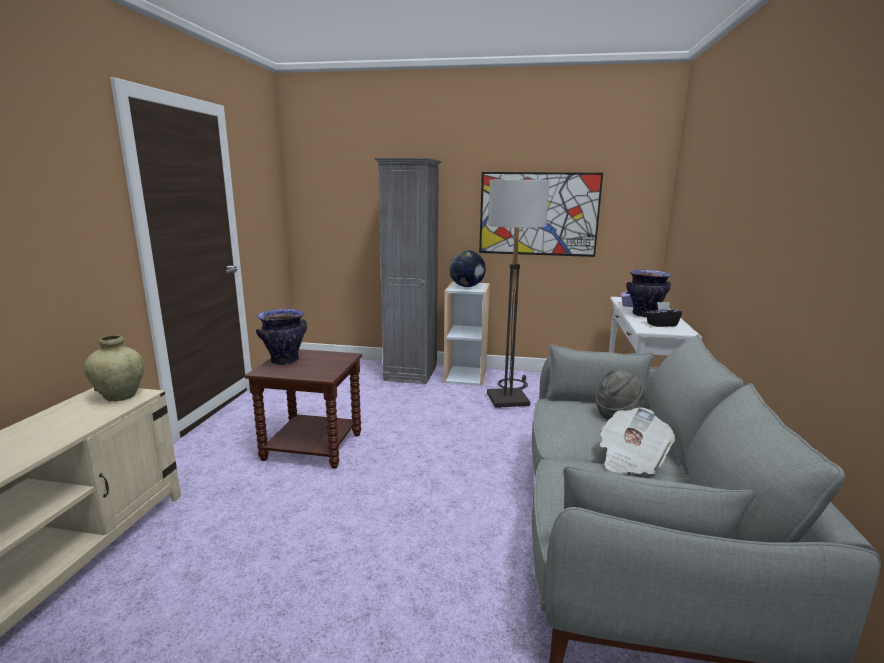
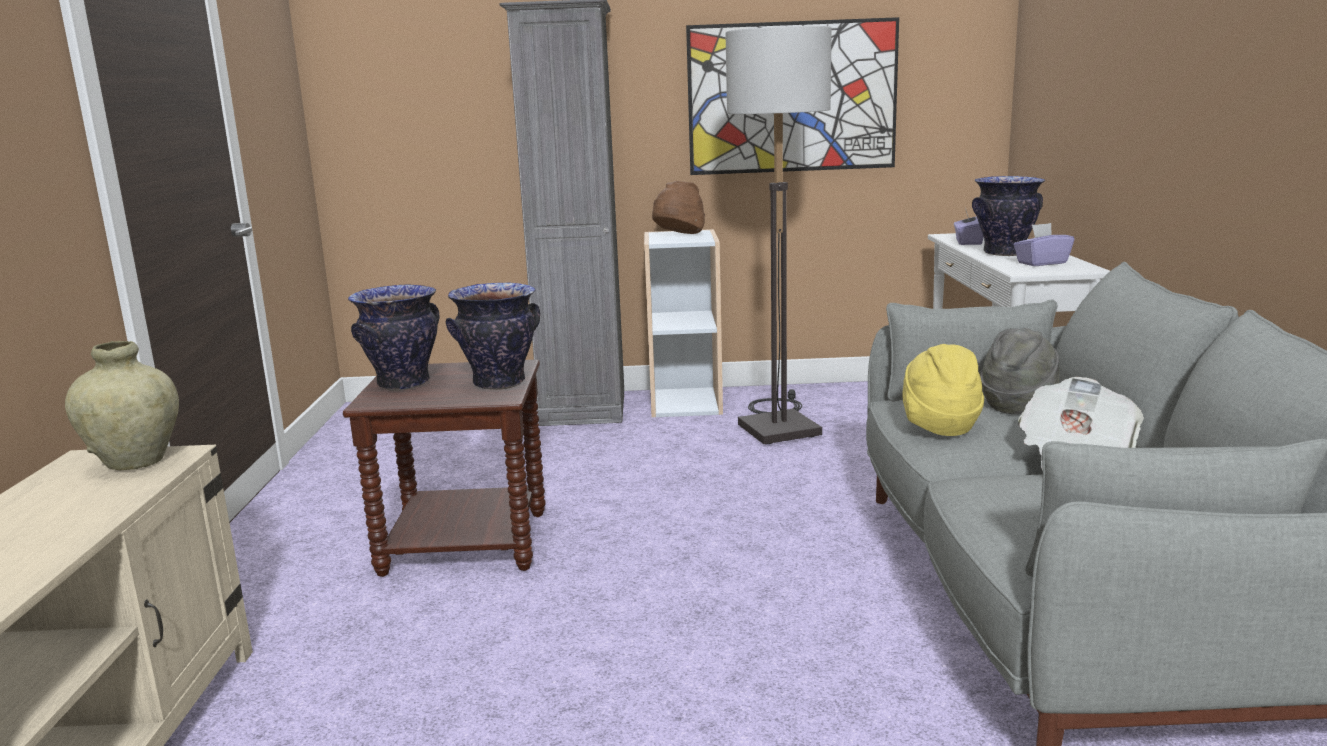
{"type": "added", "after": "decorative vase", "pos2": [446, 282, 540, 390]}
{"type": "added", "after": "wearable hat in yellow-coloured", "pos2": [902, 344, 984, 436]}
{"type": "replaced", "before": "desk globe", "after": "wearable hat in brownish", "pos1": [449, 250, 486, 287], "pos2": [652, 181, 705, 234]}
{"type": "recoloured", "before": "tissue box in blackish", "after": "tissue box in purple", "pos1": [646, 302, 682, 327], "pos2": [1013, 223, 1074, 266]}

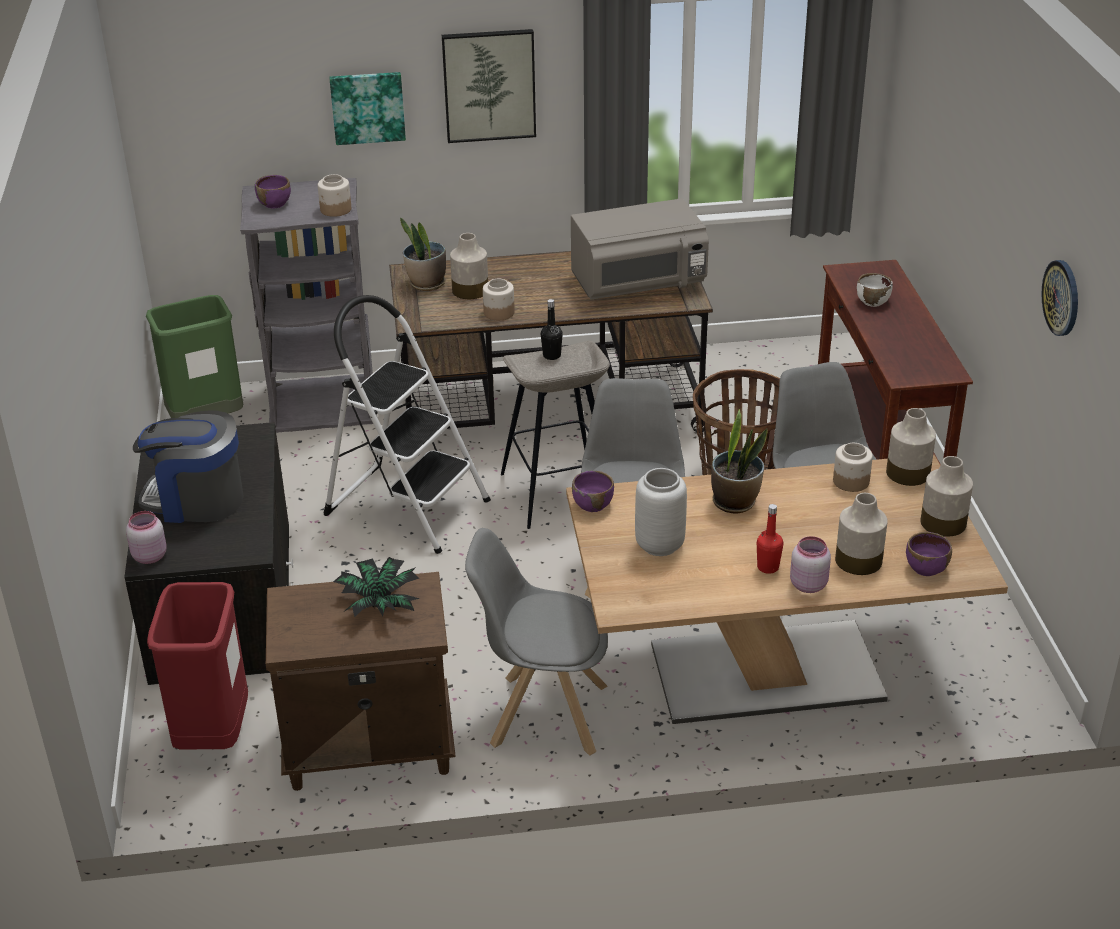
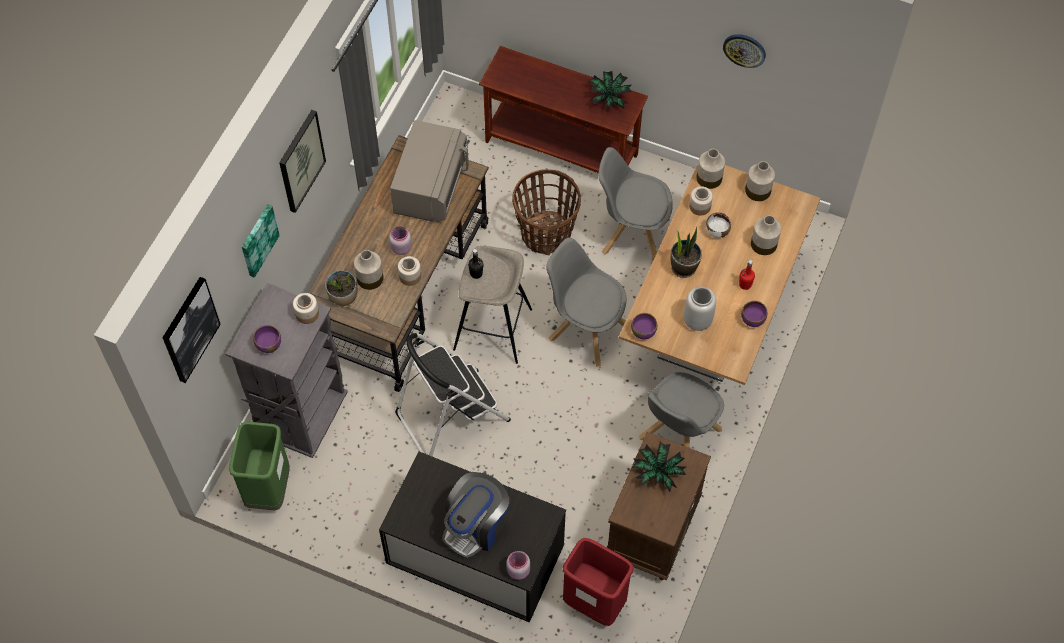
{"type": "added", "after": "wall picture", "pos2": [163, 277, 221, 383]}
{"type": "added", "after": "potted plant", "pos2": [588, 71, 631, 110]}
{"type": "moved", "before": "storage jar in pink-coloured", "pos1": [790, 536, 831, 593], "pos2": [389, 226, 412, 255]}
{"type": "moved", "before": "bowl in white", "pos1": [857, 273, 893, 307], "pos2": [706, 212, 731, 238]}
{"type": "moved", "before": "bowl in purple", "pos1": [906, 532, 952, 576], "pos2": [741, 301, 767, 327]}

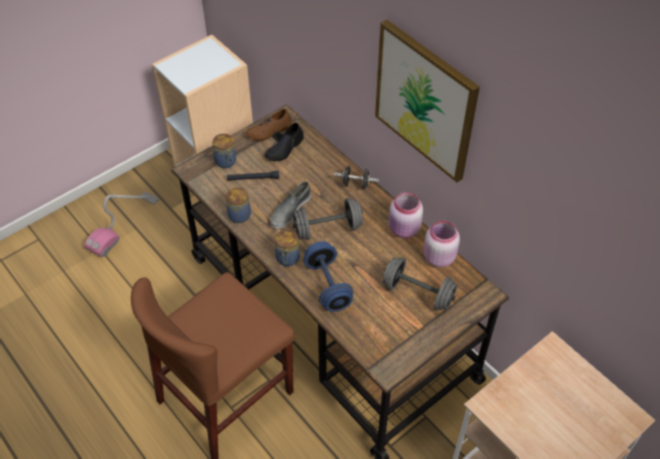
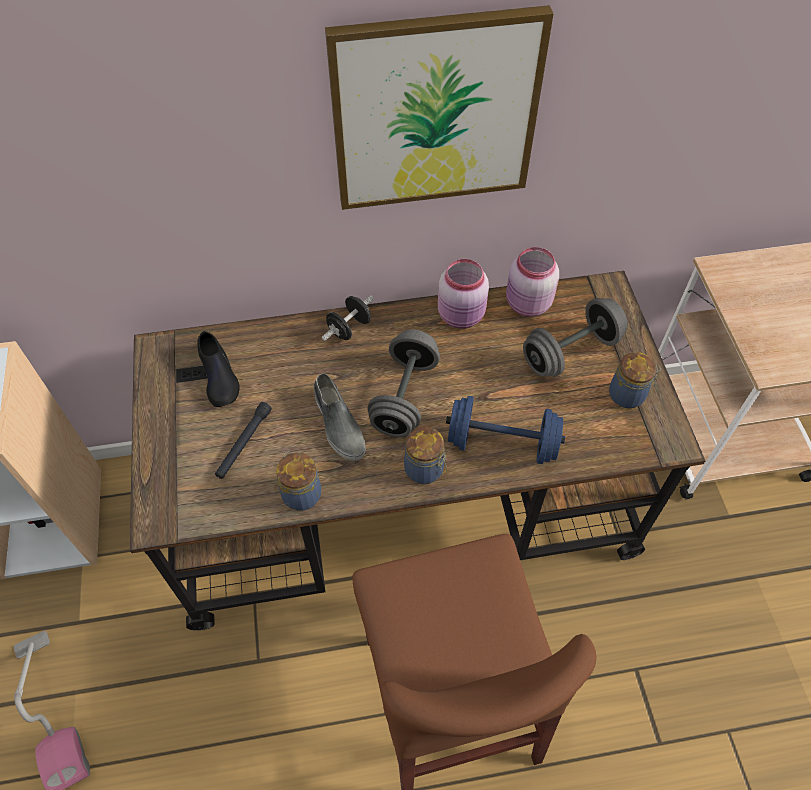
{"type": "removed", "before": "low shoe in brownish", "pos1": [245, 109, 292, 141]}
{"type": "moved", "before": "storage jar", "pos1": [212, 134, 236, 168], "pos2": [609, 352, 661, 408]}

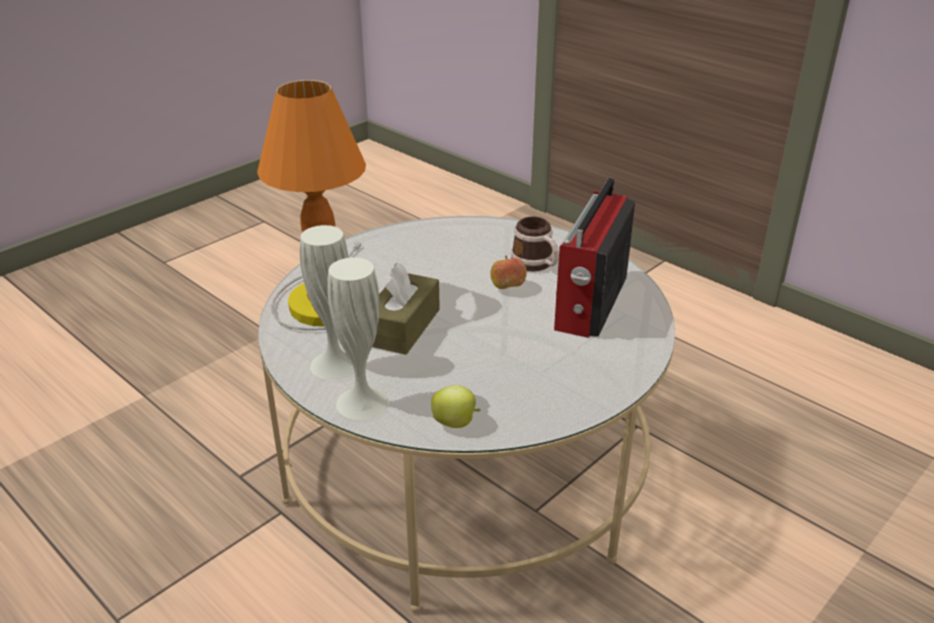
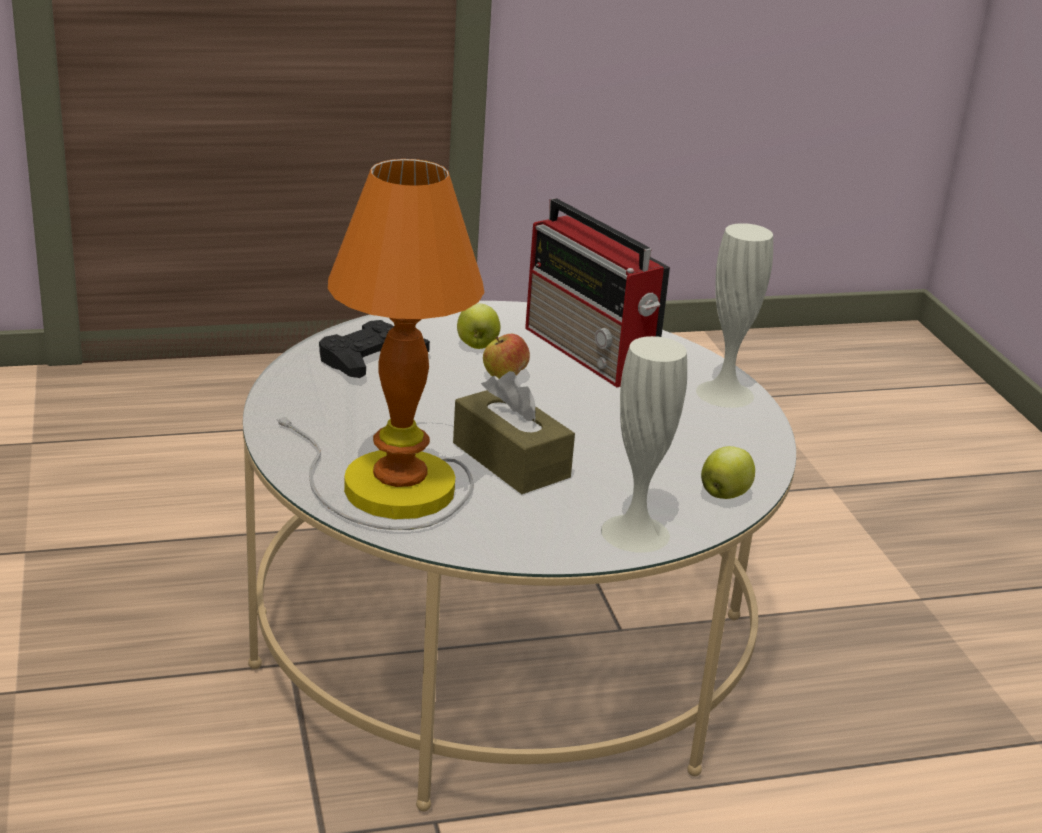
{"type": "added", "after": "gamepad in blackish", "pos2": [319, 320, 430, 378]}
{"type": "moved", "before": "decorative vase in white", "pos1": [300, 225, 354, 380], "pos2": [696, 223, 773, 408]}
{"type": "replaced", "before": "tea mug", "after": "apple fruit", "pos1": [510, 216, 559, 272], "pos2": [457, 303, 500, 349]}

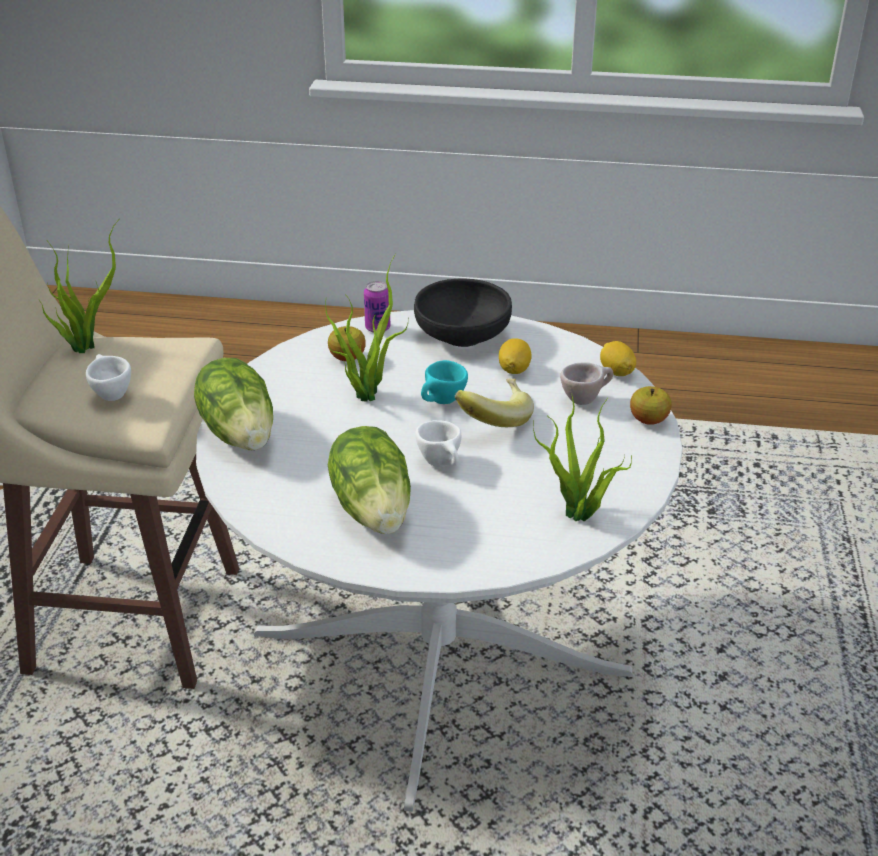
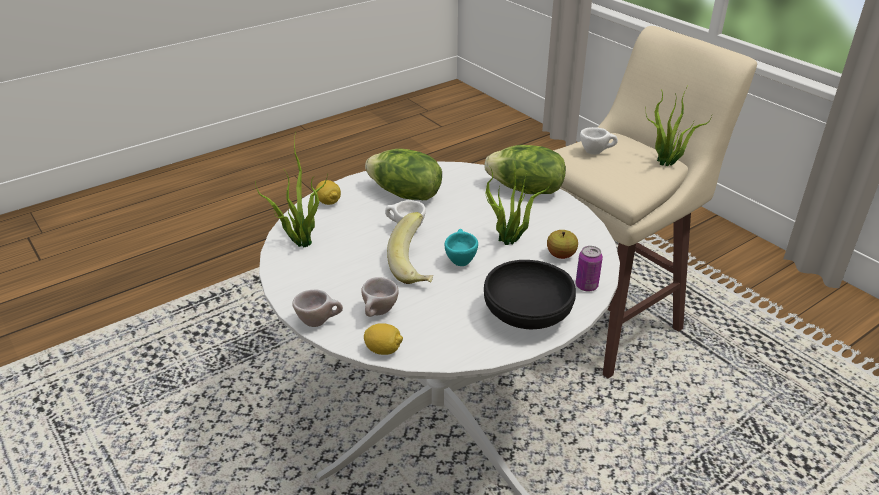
{"type": "moved", "before": "citrus fruit", "pos1": [499, 338, 532, 374], "pos2": [315, 180, 341, 205]}
{"type": "replaced", "before": "apple fruit", "after": "small cup in beige-coloured", "pos1": [630, 386, 672, 425], "pos2": [292, 289, 343, 327]}

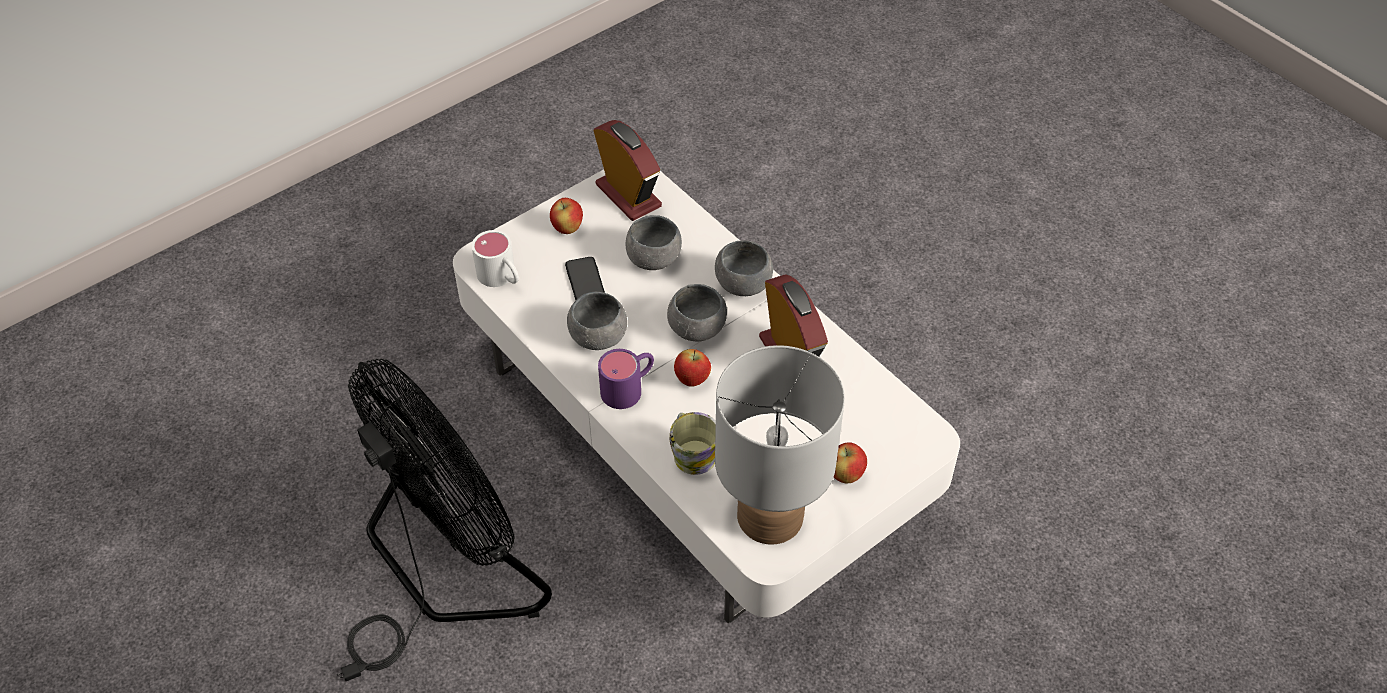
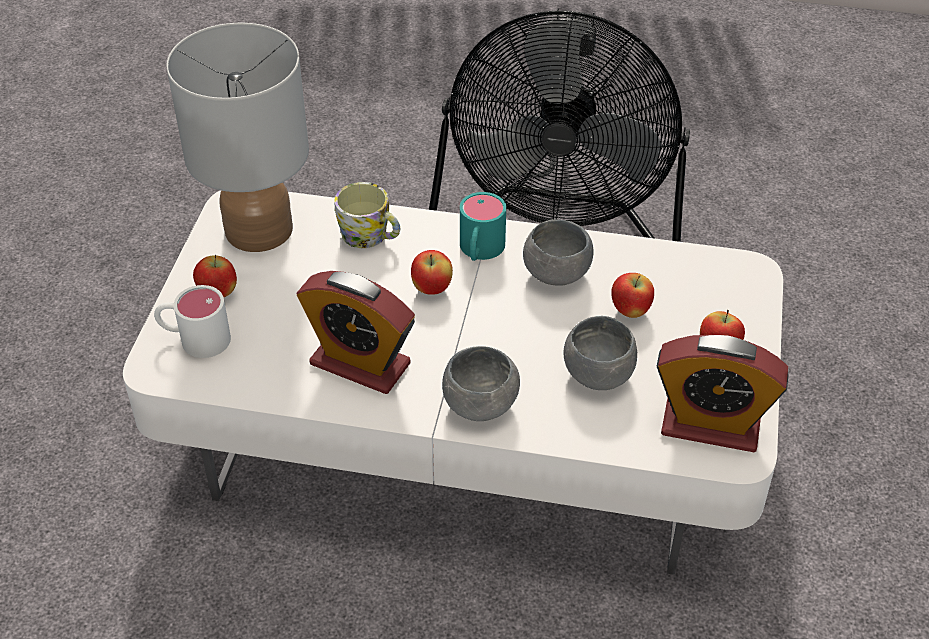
{"type": "removed", "before": "bowl in gray", "pos1": [667, 284, 727, 341]}
{"type": "moved", "before": "tea mug in white", "pos1": [472, 230, 519, 287], "pos2": [154, 285, 231, 358]}
{"type": "replaced", "before": "telephone", "after": "apple fruit", "pos1": [565, 257, 605, 300], "pos2": [611, 273, 654, 318]}
{"type": "recoloured", "before": "tea mug in purple", "after": "tea mug in turquoise", "pos1": [598, 349, 654, 409], "pos2": [460, 192, 506, 261]}

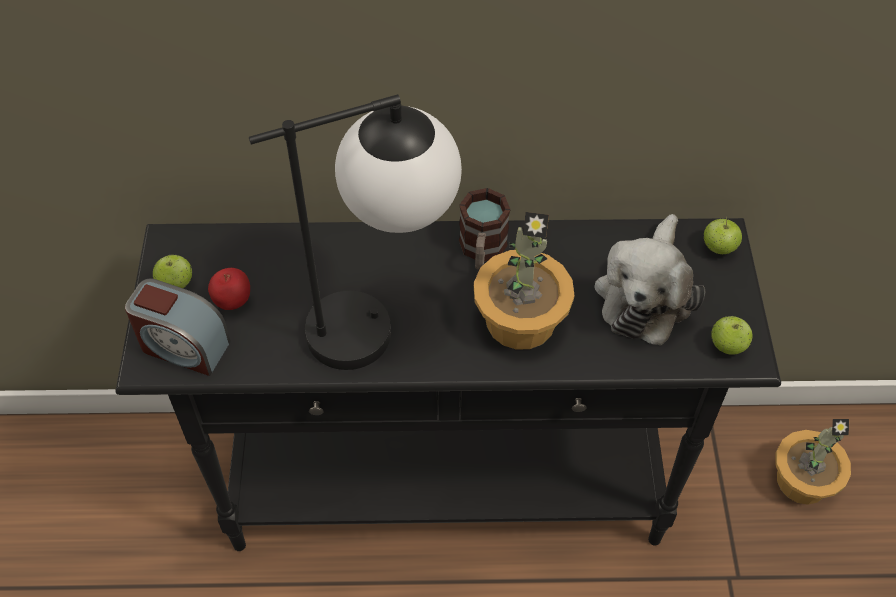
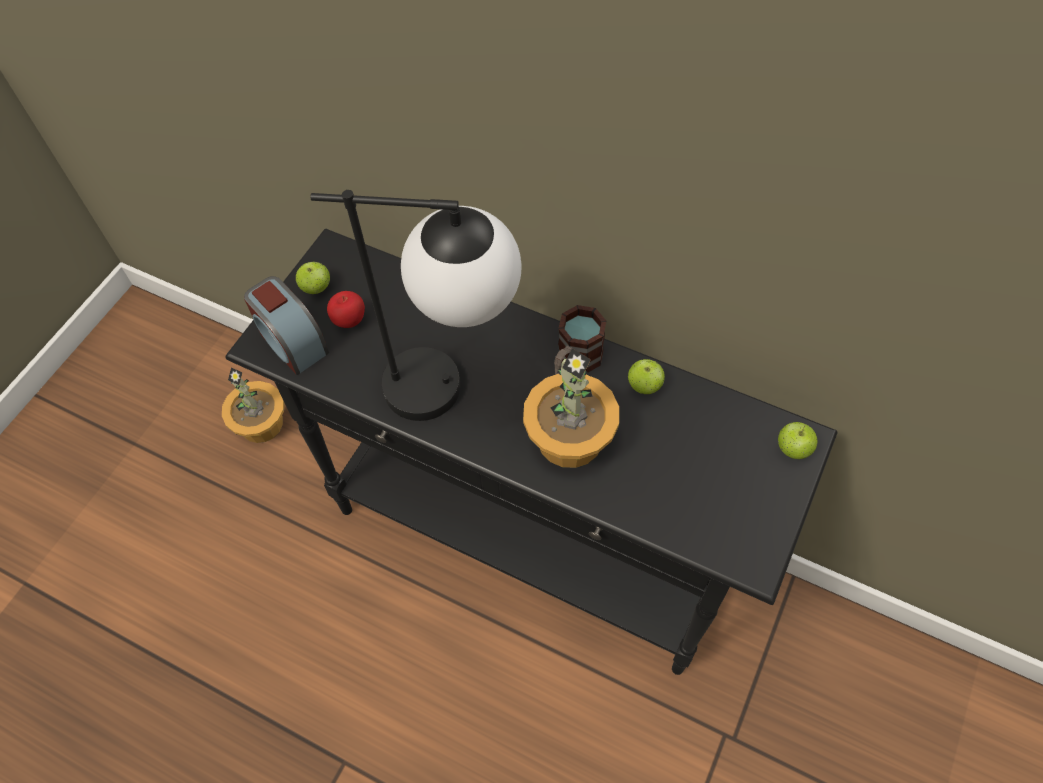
{"type": "removed", "before": "soft toy", "pos1": [594, 214, 706, 346]}
{"type": "moved", "before": "apple fruit", "pos1": [711, 316, 753, 355], "pos2": [628, 359, 665, 394]}
{"type": "moved", "before": "potted plant", "pos1": [775, 419, 851, 505], "pos2": [222, 367, 284, 443]}

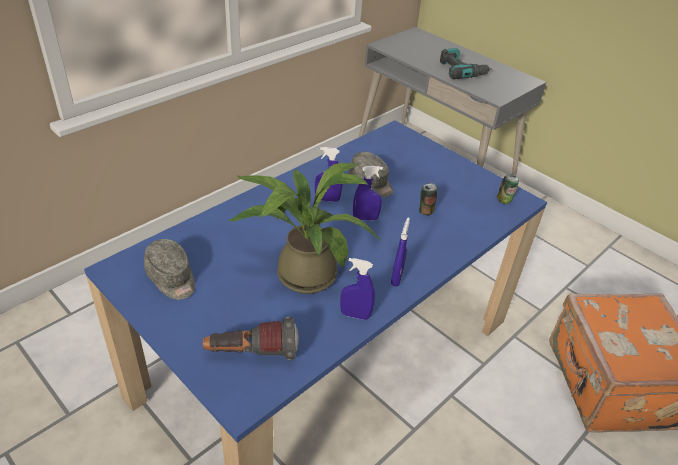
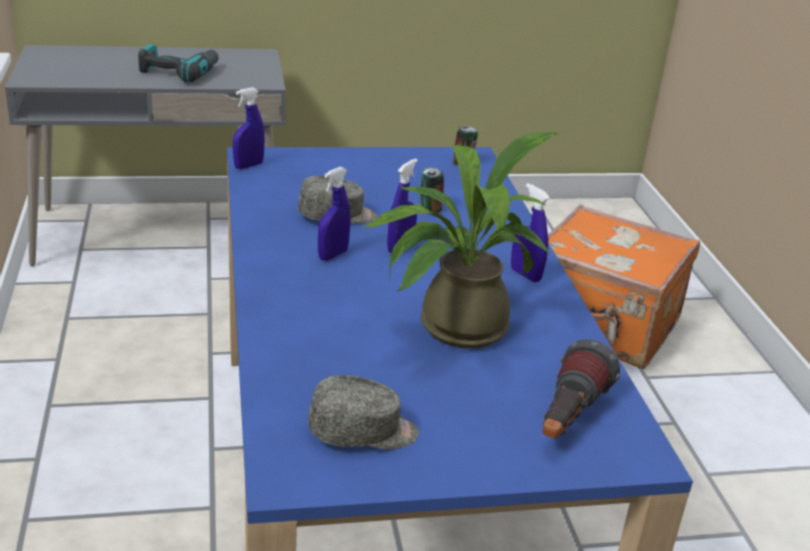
{"type": "moved", "before": "spray bottle in blue-coloured", "pos1": [340, 258, 375, 320], "pos2": [233, 87, 265, 169]}

